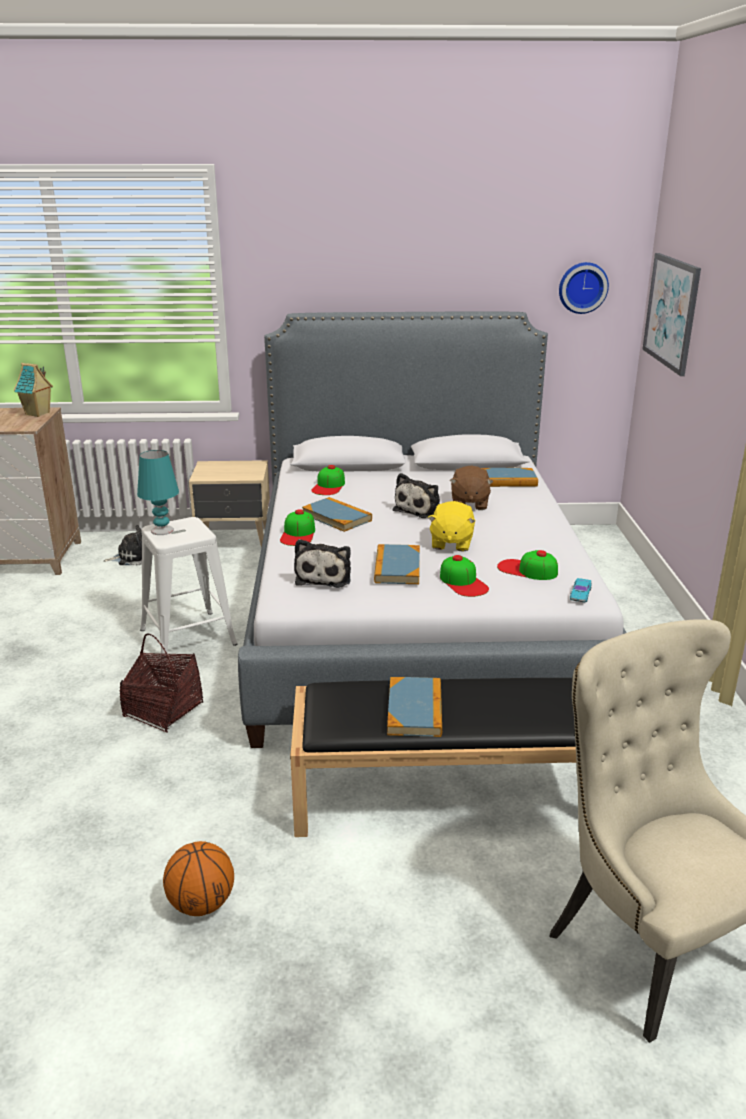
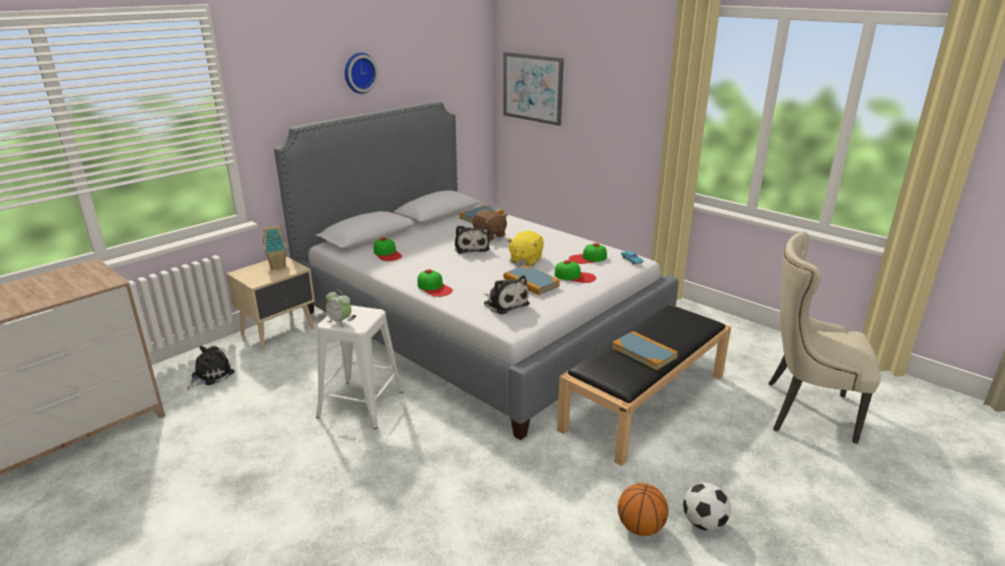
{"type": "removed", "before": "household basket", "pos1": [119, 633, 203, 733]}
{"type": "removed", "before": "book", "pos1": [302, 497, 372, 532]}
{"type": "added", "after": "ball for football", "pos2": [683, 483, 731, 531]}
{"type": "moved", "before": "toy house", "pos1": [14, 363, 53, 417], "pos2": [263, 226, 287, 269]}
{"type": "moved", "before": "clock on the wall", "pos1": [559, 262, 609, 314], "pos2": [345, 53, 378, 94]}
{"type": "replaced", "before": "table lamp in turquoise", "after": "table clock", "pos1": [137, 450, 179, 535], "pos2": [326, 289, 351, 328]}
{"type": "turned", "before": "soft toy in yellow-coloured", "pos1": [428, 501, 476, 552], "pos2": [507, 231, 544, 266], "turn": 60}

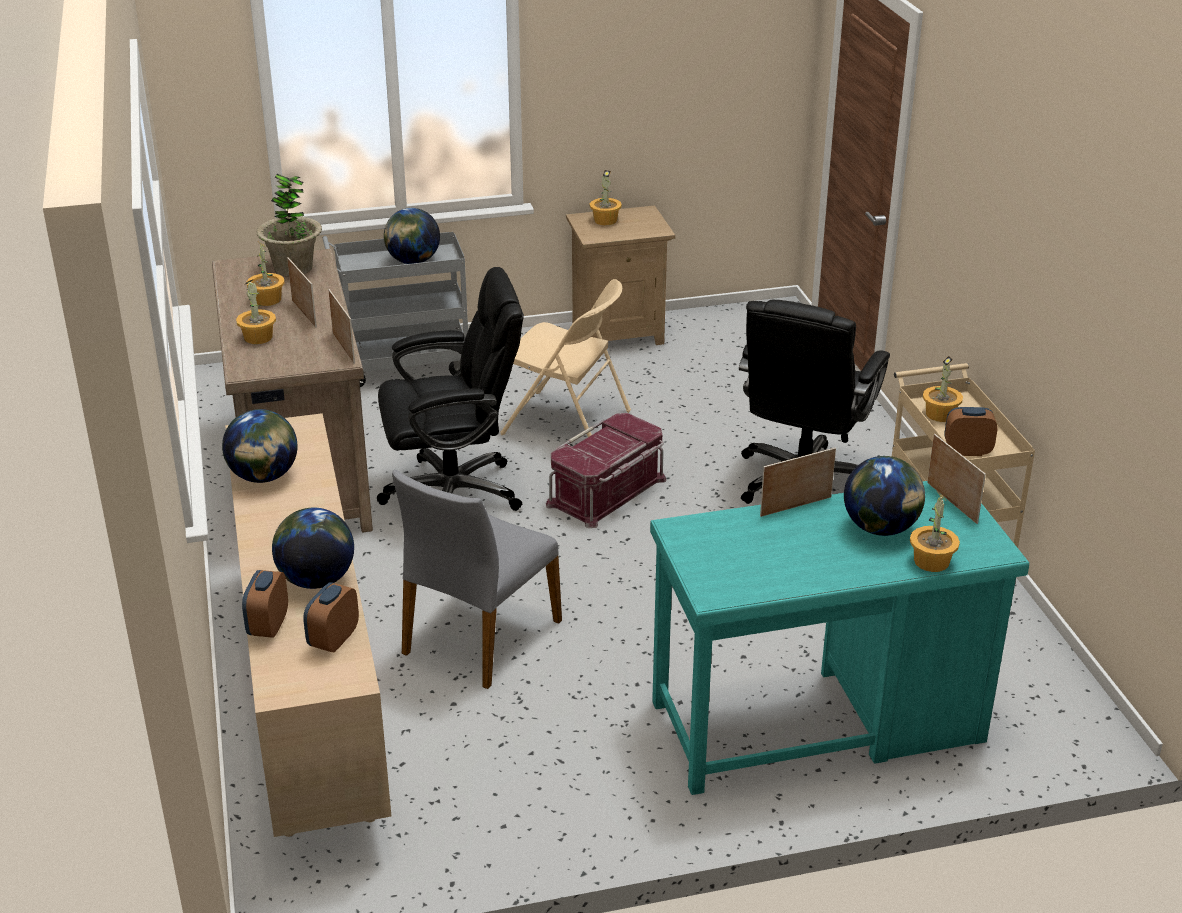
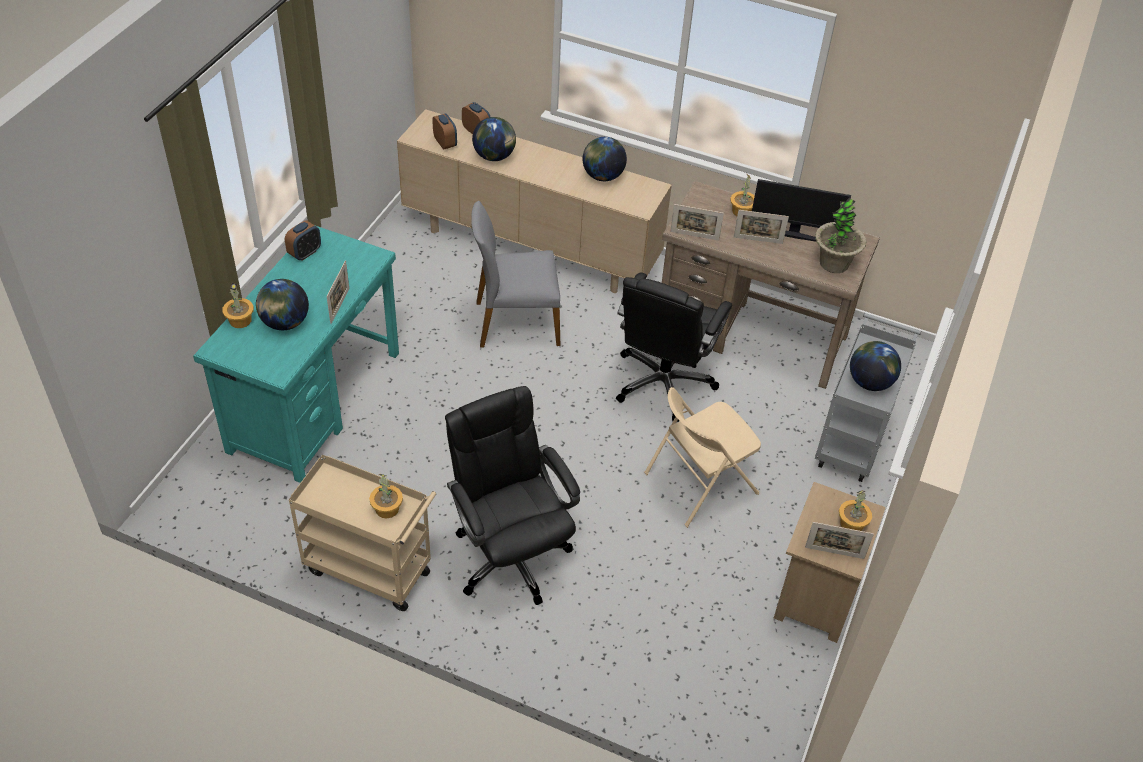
{"type": "removed", "before": "storage bin in red-coloured", "pos1": [546, 413, 666, 528]}
{"type": "moved", "before": "standing frame", "pos1": [927, 434, 986, 524], "pos2": [805, 522, 874, 559]}
{"type": "moved", "before": "table clock", "pos1": [945, 407, 998, 456], "pos2": [285, 220, 321, 261]}
{"type": "replaced", "before": "potted plant", "after": "computer screen", "pos1": [247, 242, 285, 306], "pos2": [752, 179, 851, 242]}
{"type": "turned", "before": "plain chair in gray", "pos1": [392, 469, 562, 689], "pos2": [471, 201, 560, 348], "turn": -75}

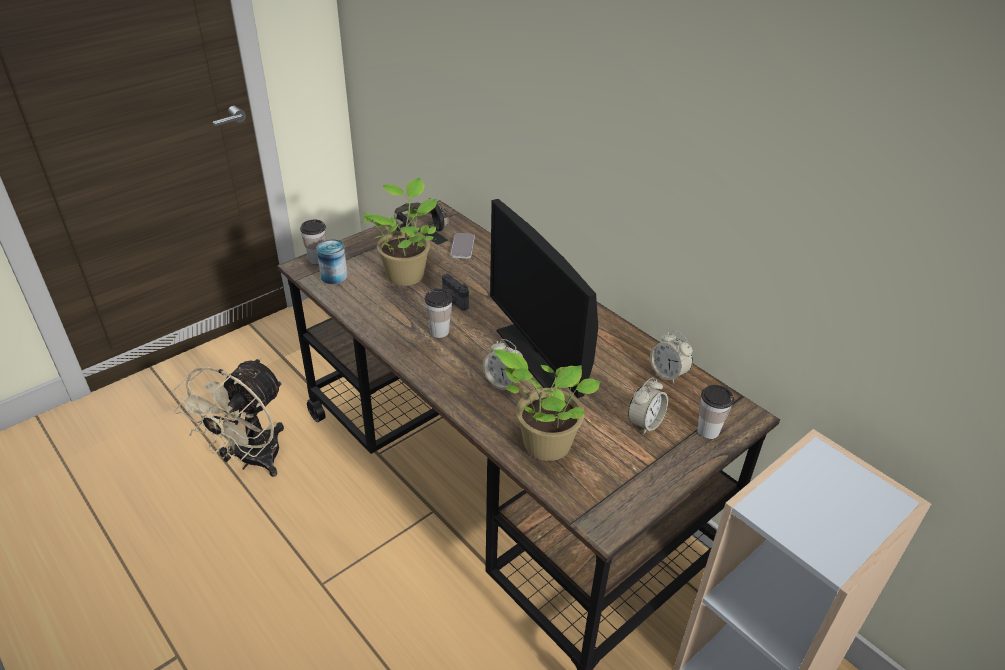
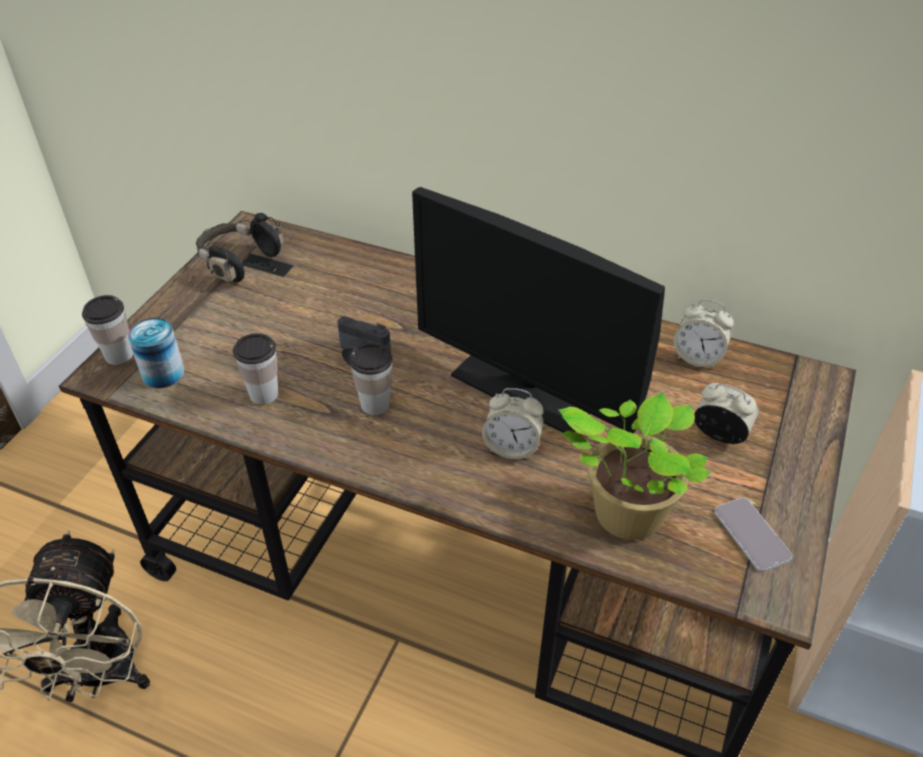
{"type": "removed", "before": "potted plant", "pos1": [362, 178, 437, 286]}
{"type": "moved", "before": "telephone", "pos1": [451, 233, 475, 258], "pos2": [714, 498, 792, 572]}
{"type": "moved", "before": "small cup", "pos1": [697, 385, 734, 439], "pos2": [233, 333, 278, 405]}
{"type": "turned", "before": "table clock", "pos1": [628, 377, 668, 434], "pos2": [694, 383, 759, 444], "turn": -75}

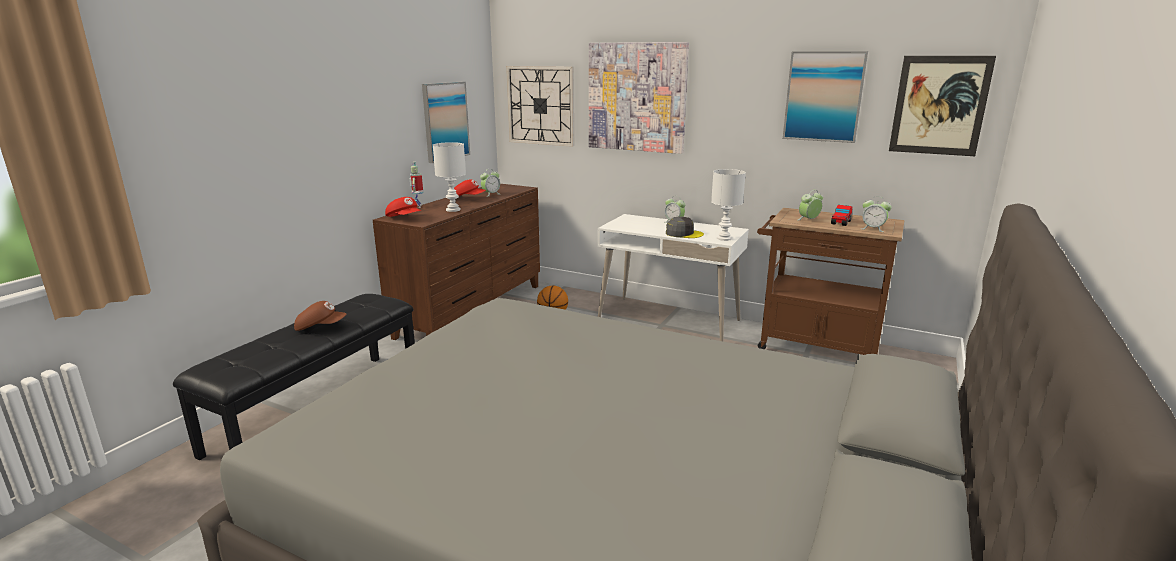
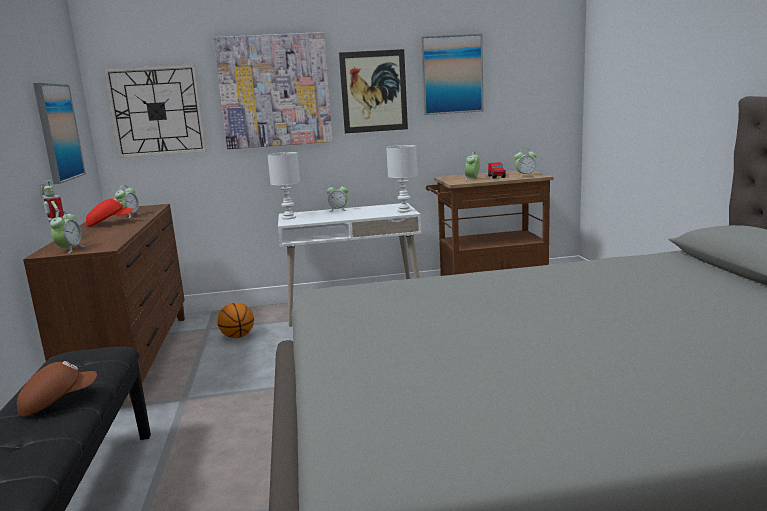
{"type": "removed", "before": "peaked cap in gray", "pos1": [666, 217, 704, 238]}
{"type": "moved", "before": "table lamp in white", "pos1": [433, 142, 466, 212], "pos2": [267, 152, 300, 219]}
{"type": "moved", "before": "wall picture", "pos1": [889, 56, 996, 156], "pos2": [339, 49, 408, 133]}
{"type": "replaced", "before": "peaked cap in red-coloured", "after": "table clock", "pos1": [385, 197, 421, 217], "pos2": [50, 210, 84, 253]}

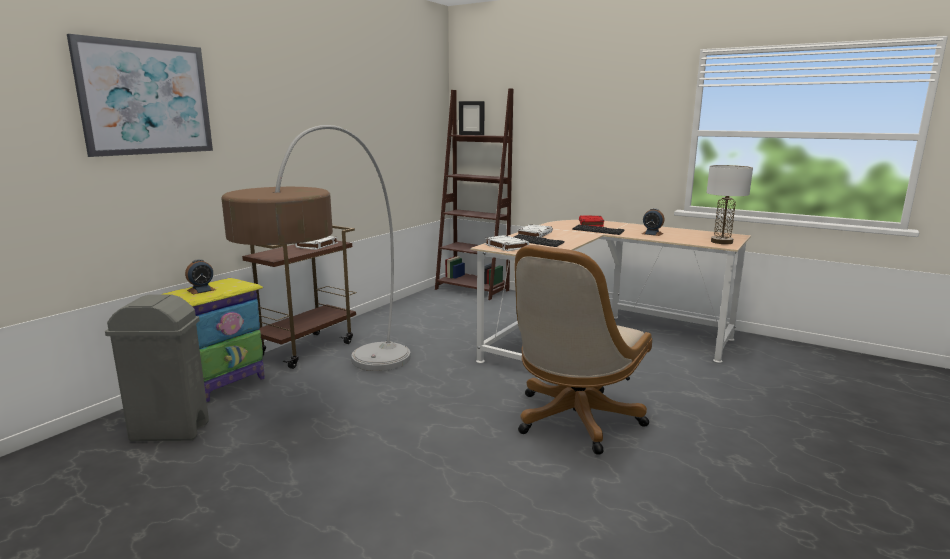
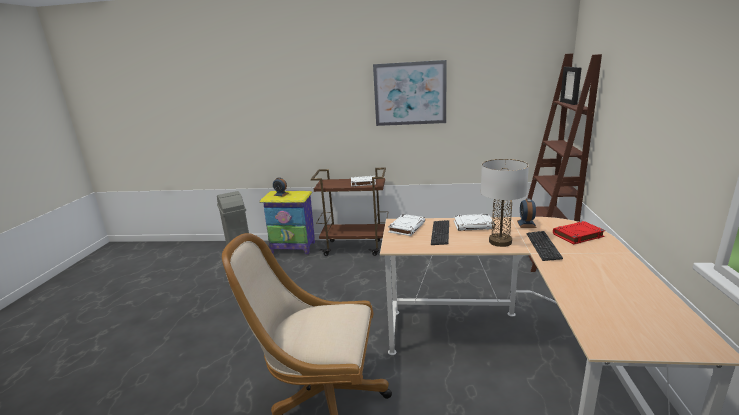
{"type": "removed", "before": "standard lamp", "pos1": [221, 125, 411, 371]}
{"type": "moved", "before": "wall picture", "pos1": [67, 34, 213, 157], "pos2": [373, 60, 447, 126]}
{"type": "moved", "before": "table clock", "pos1": [642, 208, 664, 236], "pos2": [517, 198, 537, 228]}
{"type": "moved", "before": "table lamp", "pos1": [707, 165, 753, 244], "pos2": [481, 159, 529, 247]}

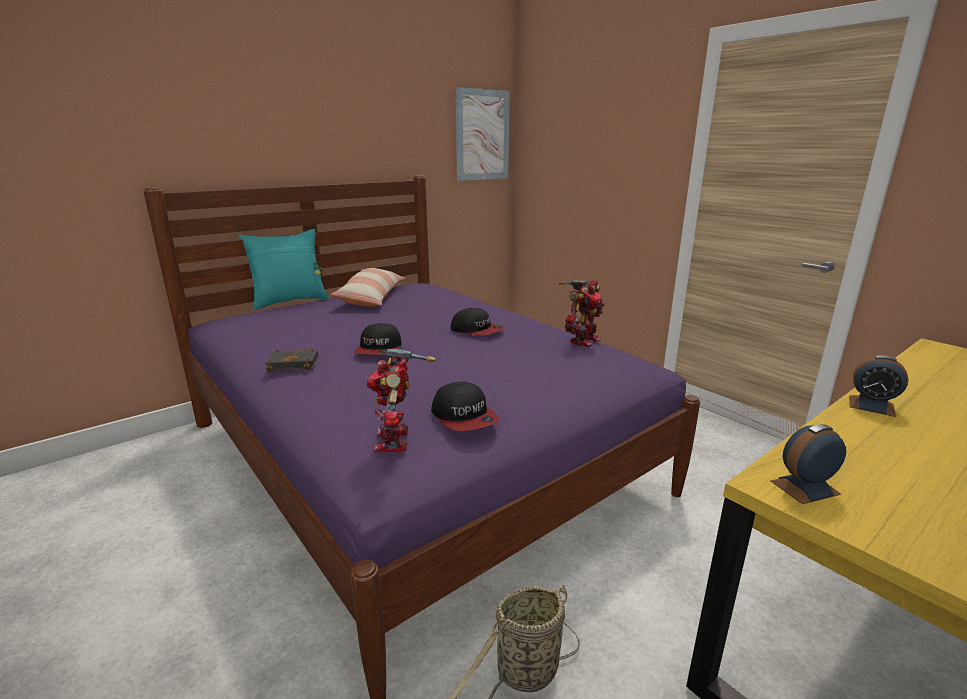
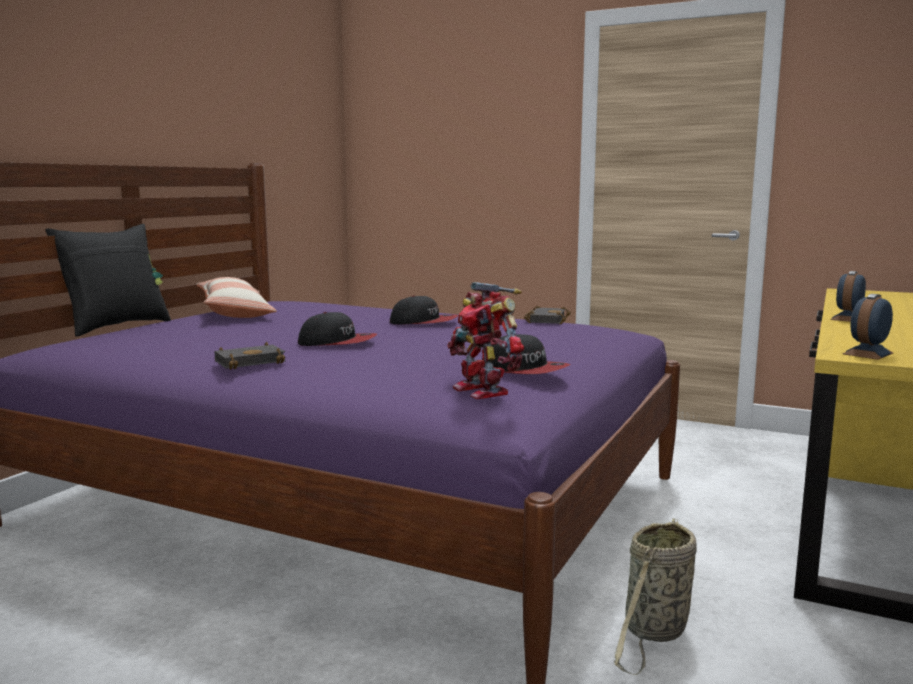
{"type": "removed", "before": "wall picture", "pos1": [455, 87, 510, 181]}
{"type": "replaced", "before": "model robot", "after": "book in blackish", "pos1": [559, 280, 605, 347], "pos2": [524, 306, 571, 324]}
{"type": "recoloured", "before": "cushion in turquoise", "after": "cushion in blackish", "pos1": [238, 229, 329, 310], "pos2": [45, 224, 171, 337]}
{"type": "turned", "before": "peaked cap", "pos1": [354, 323, 401, 355], "pos2": [298, 312, 377, 346], "turn": -60}
{"type": "turned", "before": "table clock", "pos1": [849, 355, 909, 417], "pos2": [830, 271, 866, 322], "turn": 120}

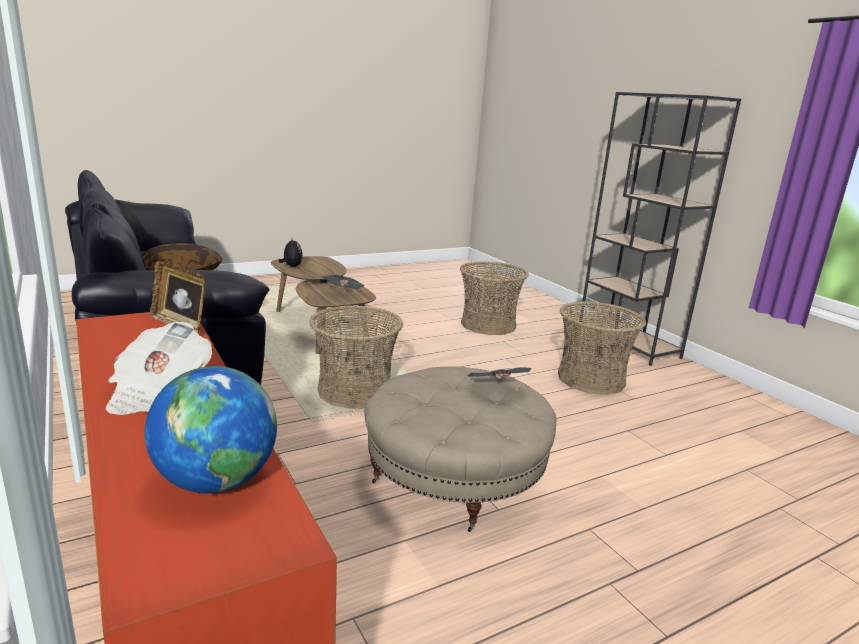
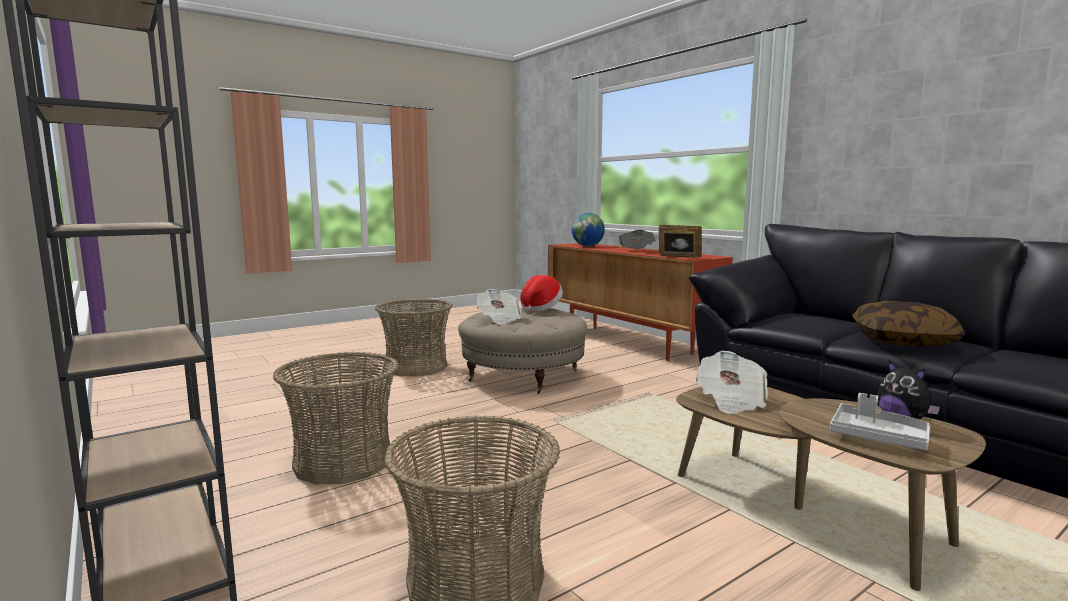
{"type": "added", "after": "wearable hat", "pos2": [520, 275, 563, 312]}
{"type": "added", "after": "tray in gray", "pos2": [830, 393, 930, 450]}
{"type": "moved", "before": "household basket", "pos1": [309, 305, 403, 409], "pos2": [375, 299, 452, 377]}

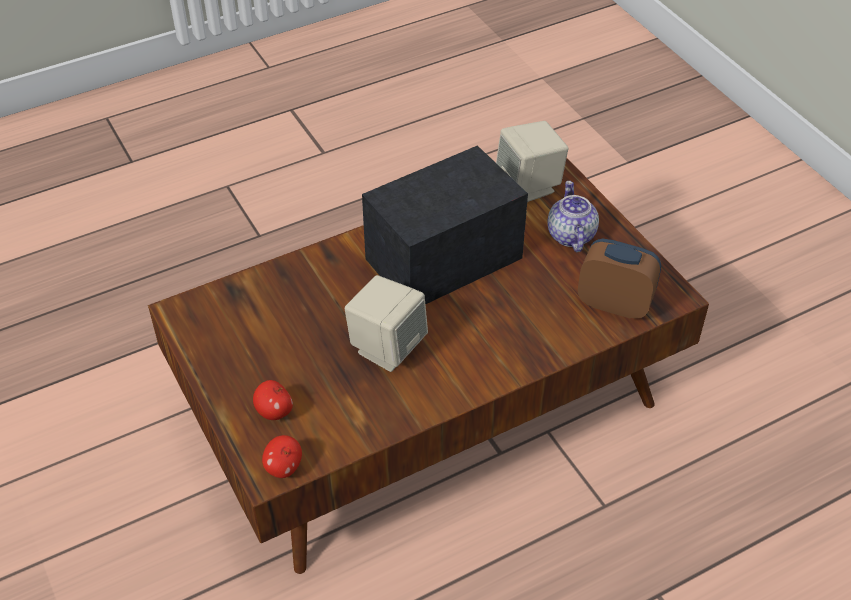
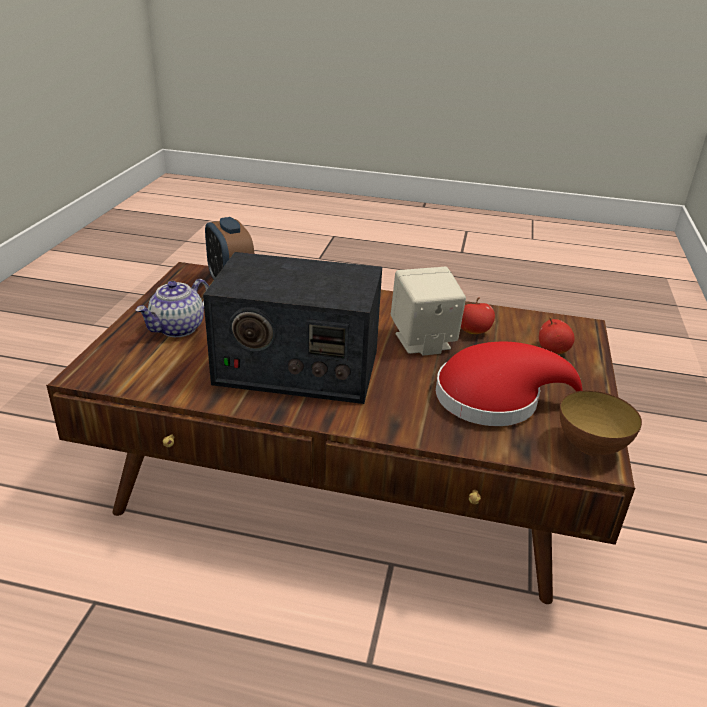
{"type": "removed", "before": "audio speaker in beige-coloured", "pos1": [496, 121, 568, 202]}
{"type": "added", "after": "wearable hat in red-coloured", "pos2": [436, 342, 582, 426]}
{"type": "added", "after": "bowl", "pos2": [559, 390, 642, 456]}
{"type": "moved", "before": "apple fruit", "pos1": [262, 435, 302, 478], "pos2": [461, 297, 495, 334]}

